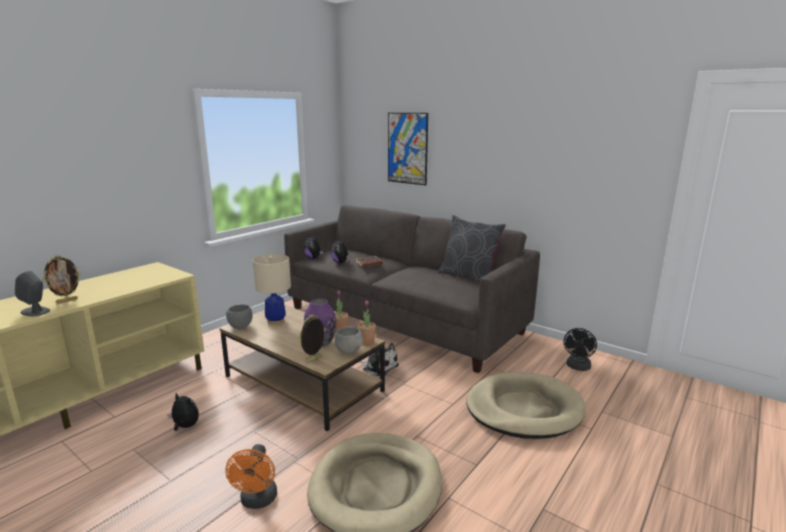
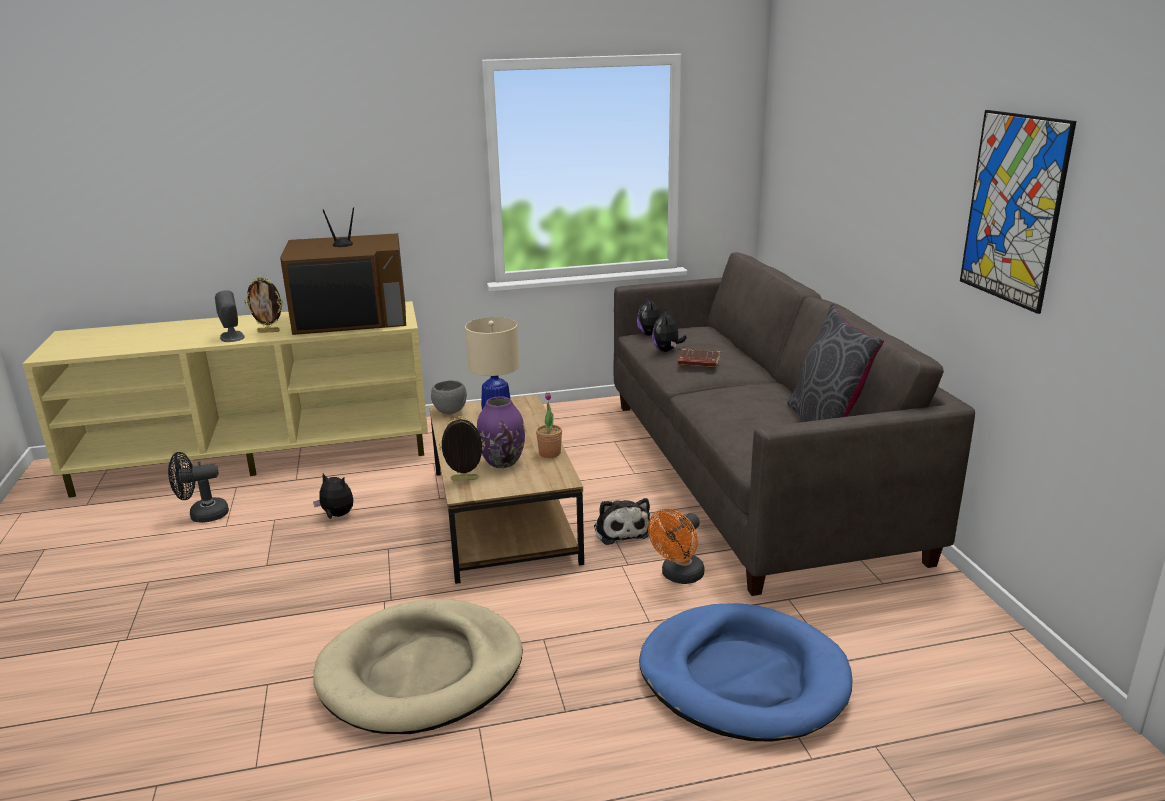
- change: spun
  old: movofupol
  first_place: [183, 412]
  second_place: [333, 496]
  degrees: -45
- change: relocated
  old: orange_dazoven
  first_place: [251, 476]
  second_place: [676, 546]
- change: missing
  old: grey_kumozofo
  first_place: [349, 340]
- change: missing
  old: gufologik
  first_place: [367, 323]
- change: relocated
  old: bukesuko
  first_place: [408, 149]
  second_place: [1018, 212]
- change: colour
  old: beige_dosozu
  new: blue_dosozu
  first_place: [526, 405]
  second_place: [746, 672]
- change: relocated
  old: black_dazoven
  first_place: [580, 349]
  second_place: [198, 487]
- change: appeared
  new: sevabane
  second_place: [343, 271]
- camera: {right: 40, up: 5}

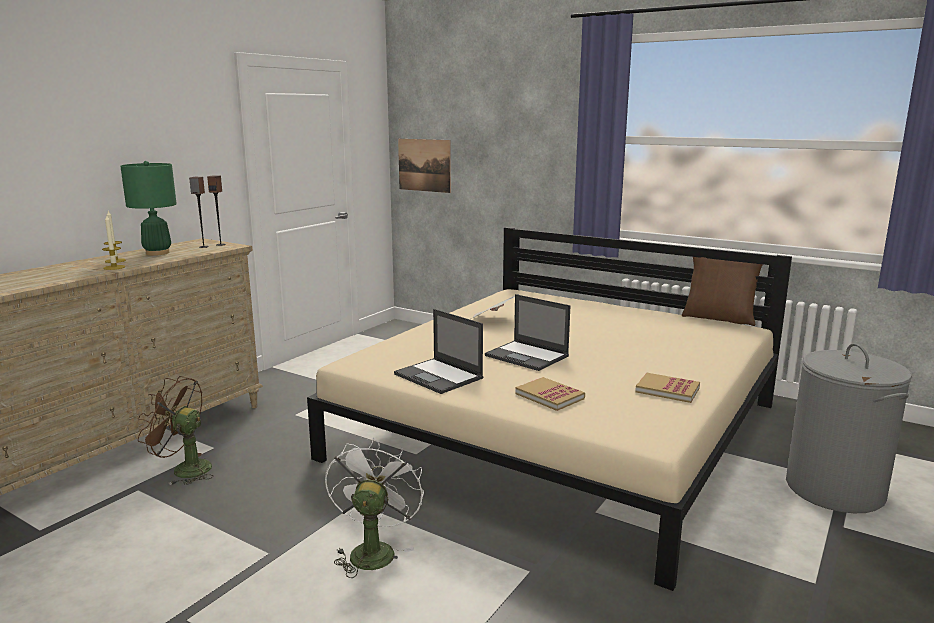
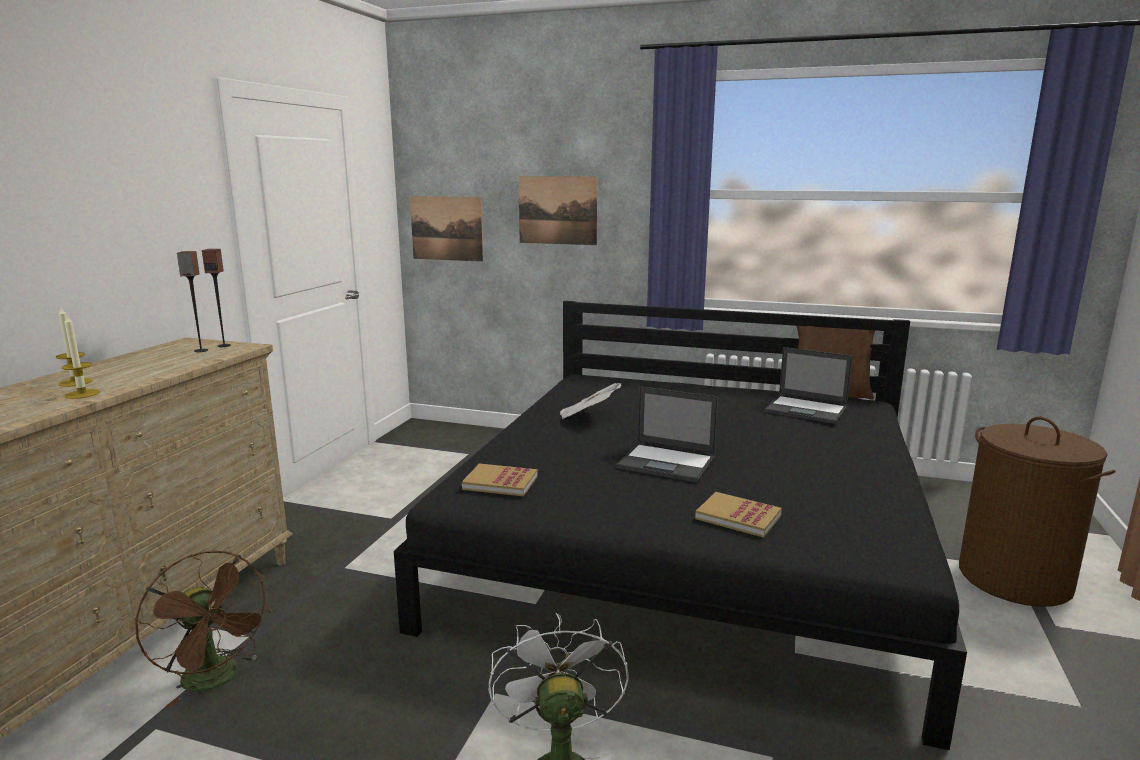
- change: missing
  old: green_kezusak
  first_place: [148, 208]
- change: spun
  old: brown_dazoven
  first_place: [176, 430]
  second_place: [203, 629]
  degrees: -135
- change: colour
  old: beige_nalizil
  new: black_nalizil
  first_place: [549, 409]
  second_place: [680, 525]
- change: relocated
  old: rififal
  first_place: [438, 351]
  second_place: [809, 385]
- change: relocated
  old: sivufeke
  first_place: [667, 388]
  second_place: [500, 480]
- change: colour
  old: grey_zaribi
  new: brown_zaribi
  first_place: [849, 428]
  second_place: [1037, 512]
- change: appeared
  new: bukesuko
  second_place: [558, 210]
- camera: {right: -15, up: 0}

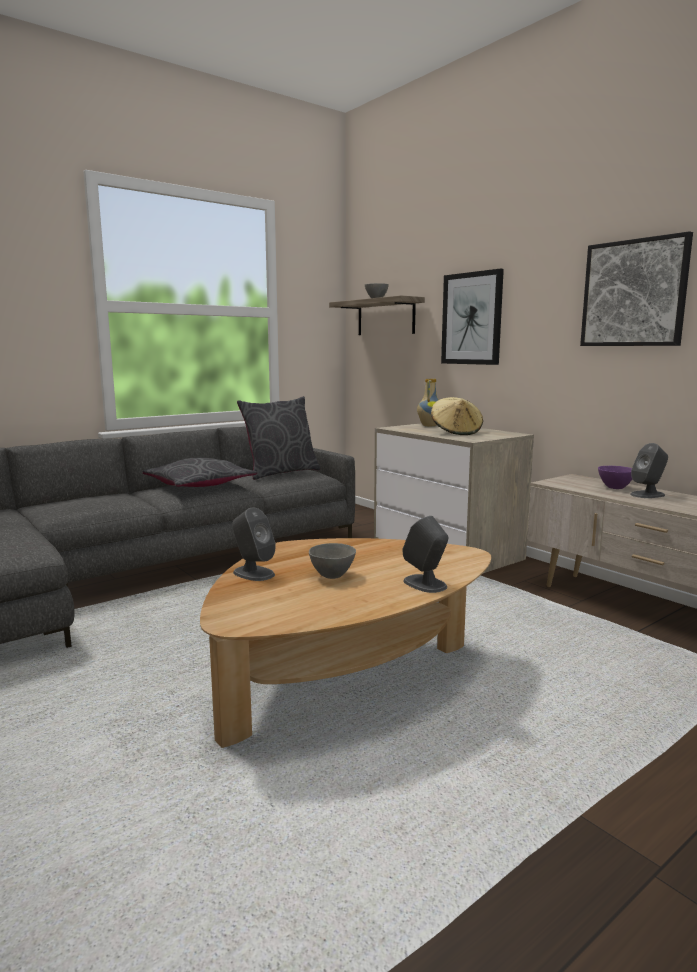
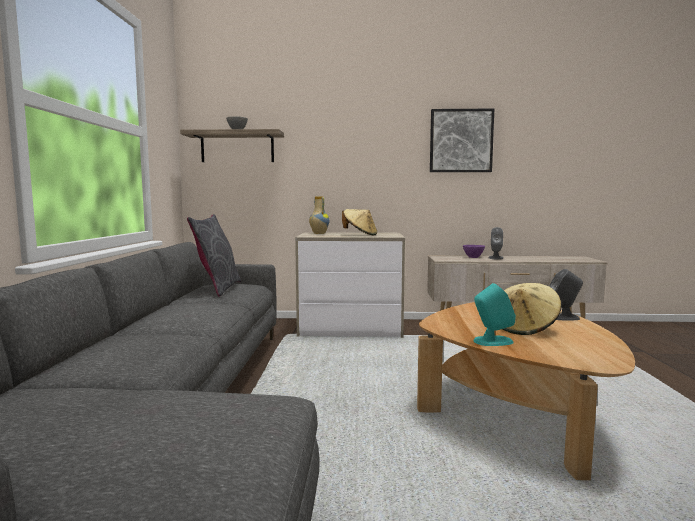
- change: missing
  old: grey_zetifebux
  first_place: [200, 472]
- change: colour
  old: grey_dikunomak
  new: turquoise_dikunomak
  first_place: [254, 544]
  second_place: [494, 314]
- change: exchanged
  old: grey_kumozofo
  new: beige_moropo
  first_place: [332, 561]
  second_place: [531, 309]
- change: missing
  old: bukesuko
  first_place: [472, 317]
- camera: {right: -50, up: -5}

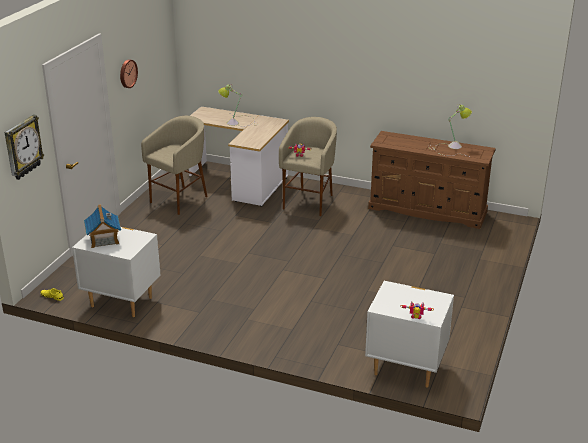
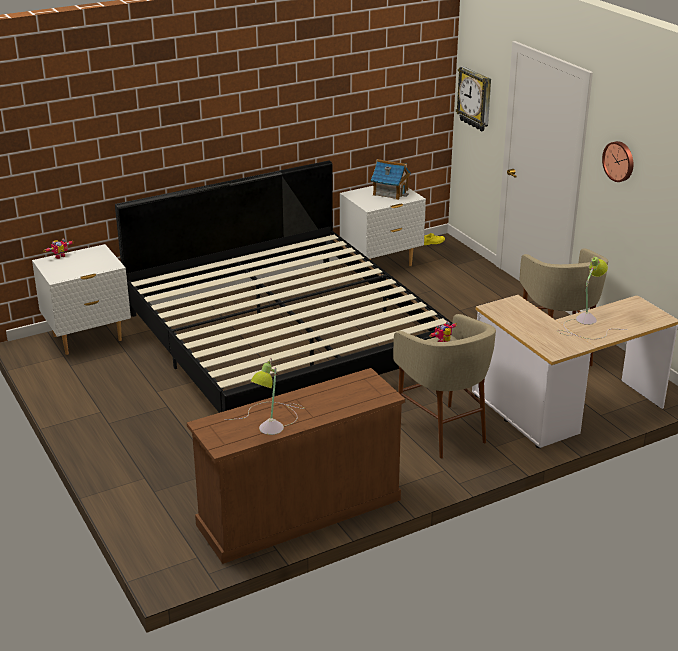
- change: appeared
  new: nalizil
  second_place: [283, 287]
- camera: {right: 130, up: 0}

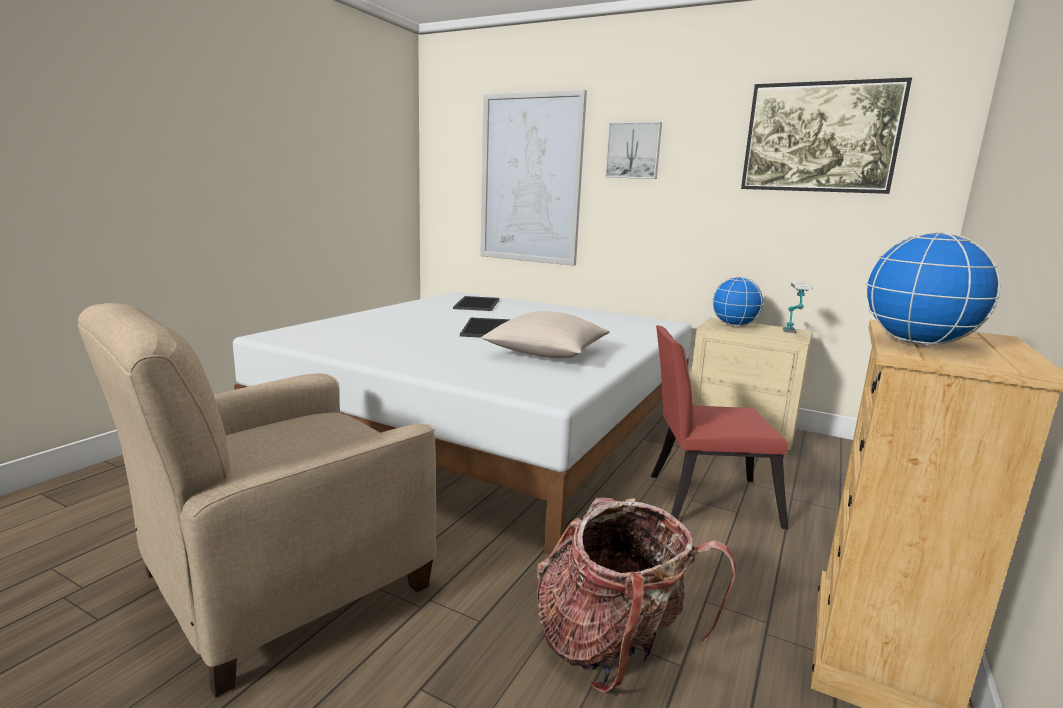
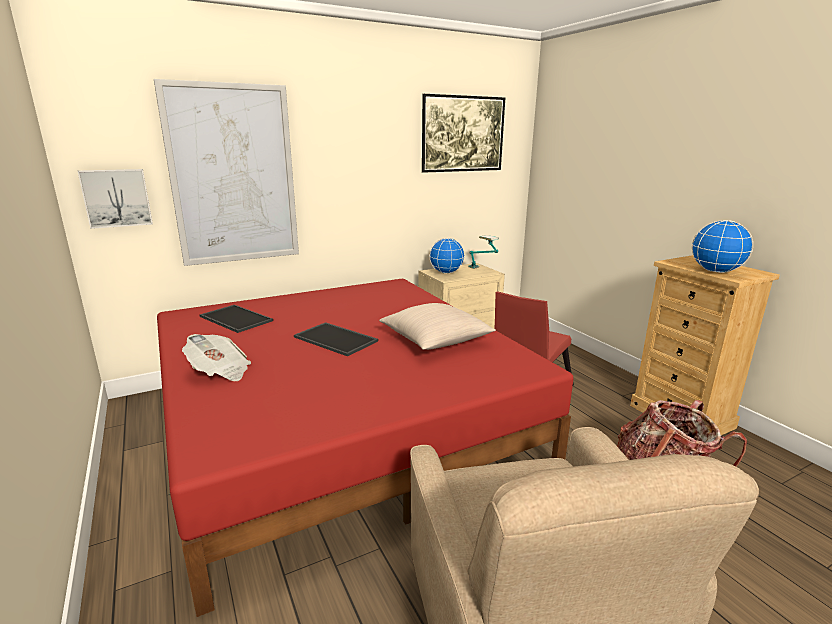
- change: colour
  old: white_nalizil
  new: red_nalizil
  first_place: [462, 423]
  second_place: [365, 448]
- change: relocated
  old: bukesuko
  first_place: [633, 150]
  second_place: [115, 199]
- change: appeared
  new: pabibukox
  second_place: [216, 357]
- camera: {right: -55, up: 5}

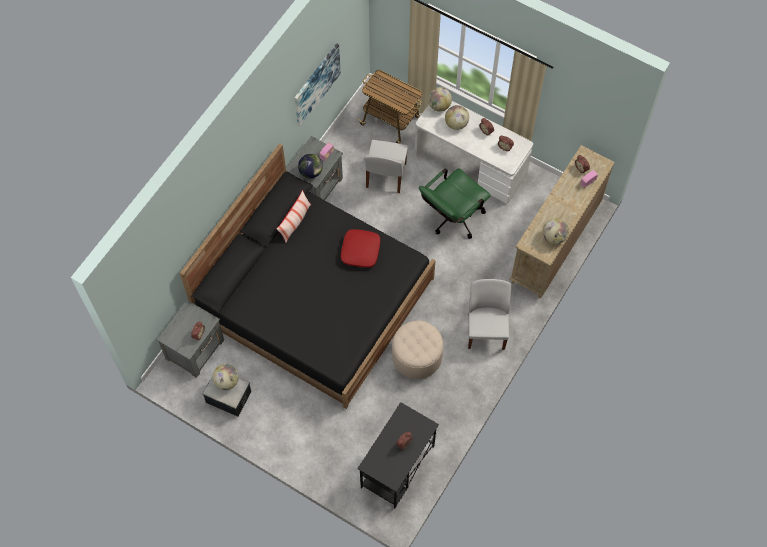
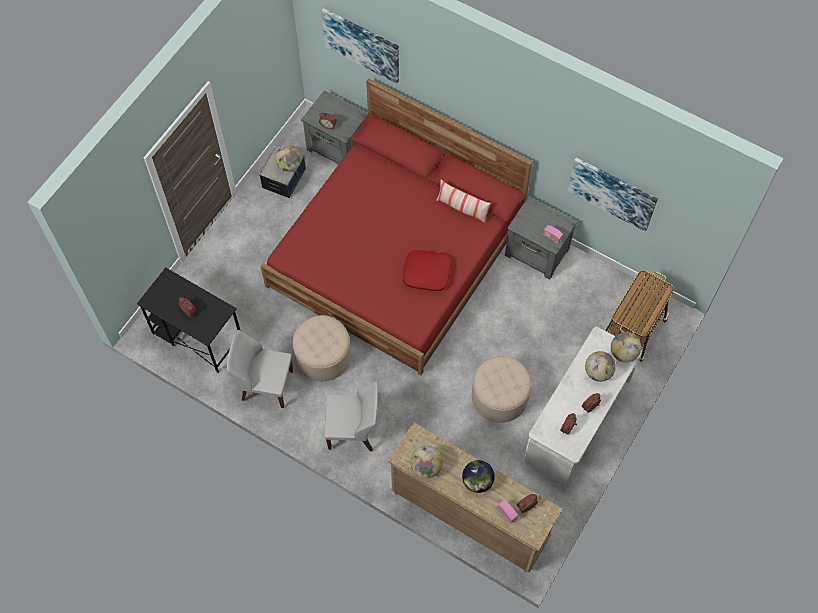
- change: colour
  old: black_nalizil
  new: red_nalizil
  first_place: [308, 276]
  second_place: [396, 226]
- change: relocated
  old: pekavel
  first_place: [310, 166]
  second_place: [478, 476]
- change: relocated
  old: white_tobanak
  first_place: [386, 166]
  second_place: [260, 369]
- change: exchanged
  old: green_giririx
  new: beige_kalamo
  first_place: [455, 203]
  second_place: [501, 389]
- change: appeared
  new: bukesuko
  second_place: [360, 46]
- camera: {right: 90, up: 0}

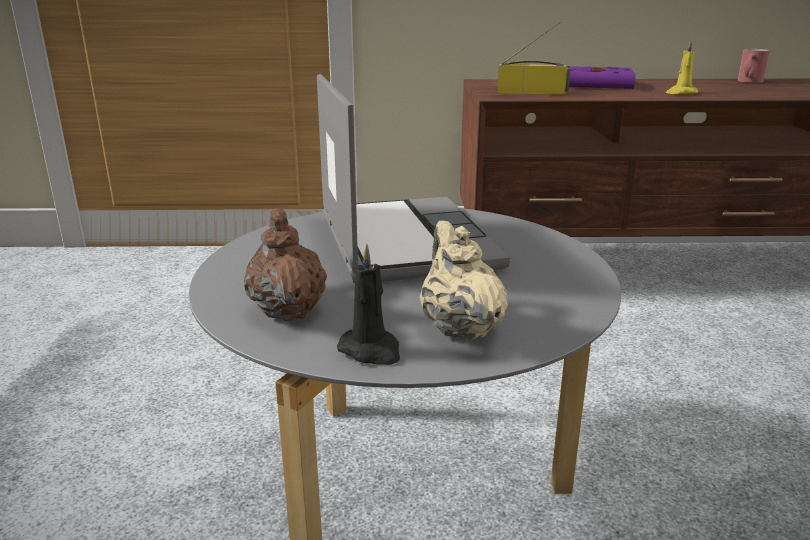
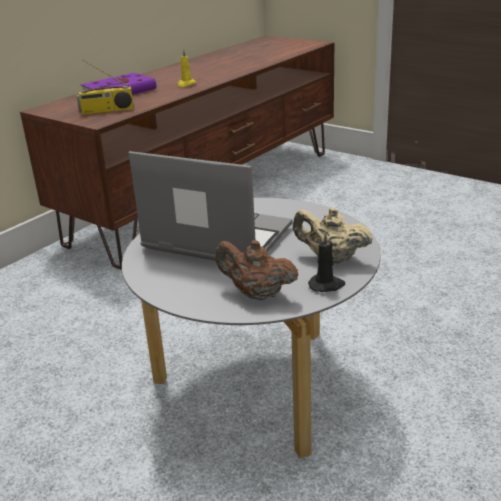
- change: spun
  old: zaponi
  first_place: [534, 58]
  second_place: [105, 87]
  degrees: -150
- change: missing
  old: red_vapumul
  first_place: [753, 66]
- camera: {right: -50, up: 5}

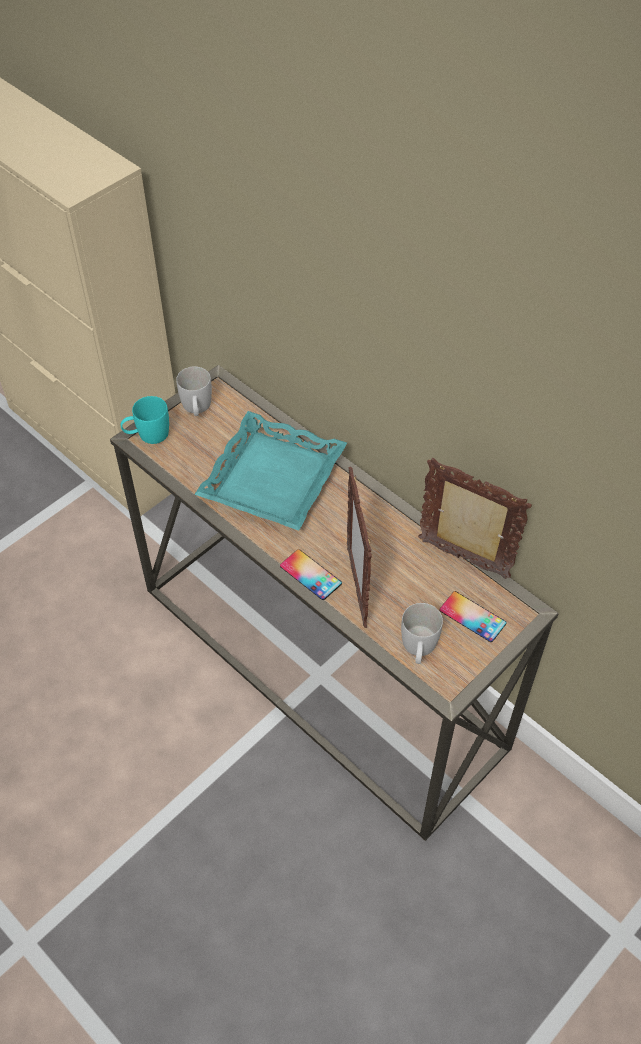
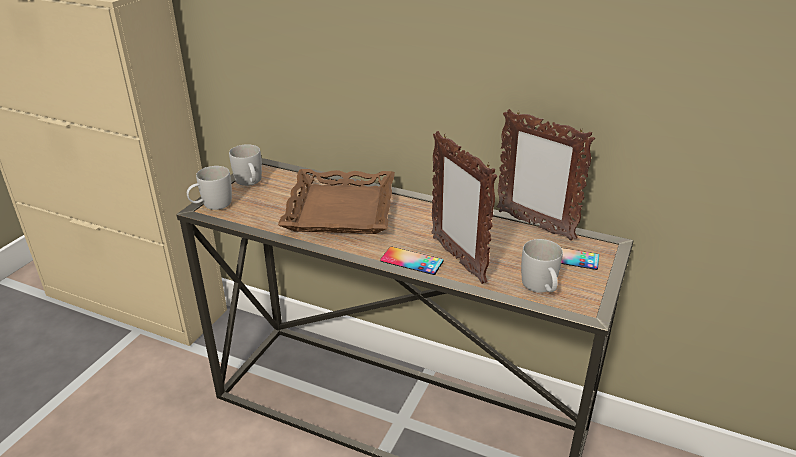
- change: colour
  old: turquoise_vapumul
  new: white_vapumul
  first_place: [145, 420]
  second_place: [209, 188]
- change: colour
  old: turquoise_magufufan
  new: brown_magufufan
  first_place: [270, 471]
  second_place: [336, 201]
- change: spun
  old: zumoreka
  first_place: [475, 518]
  second_place: [546, 175]
  degrees: -150
- camera: {right: -20, up: -20}

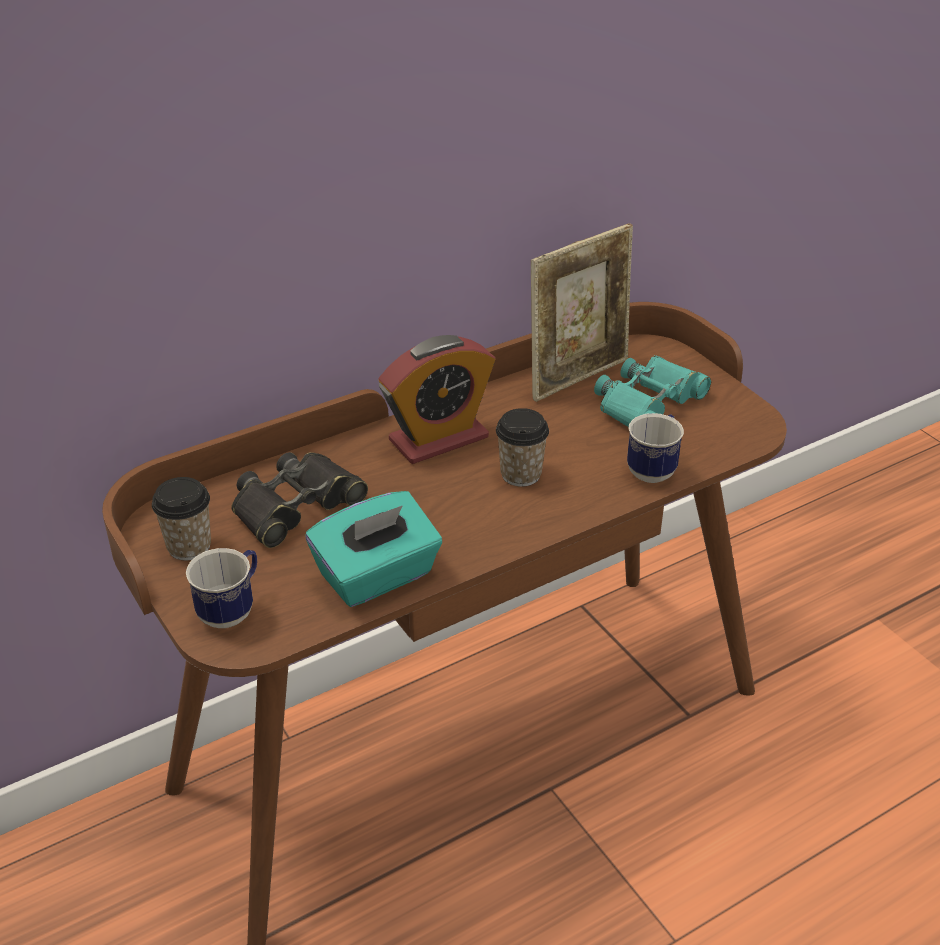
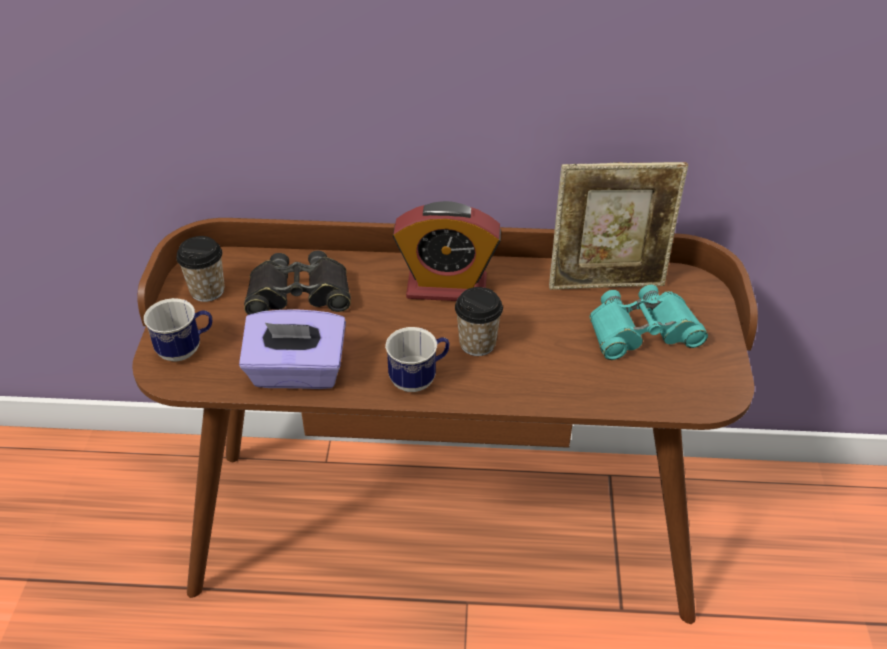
- change: colour
  old: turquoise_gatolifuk
  new: purple_gatolifuk
  first_place: [374, 549]
  second_place: [292, 349]
- change: relocated
  old: vapumul
  first_place: [655, 448]
  second_place: [417, 359]
- camera: {right: 35, up: 5}

